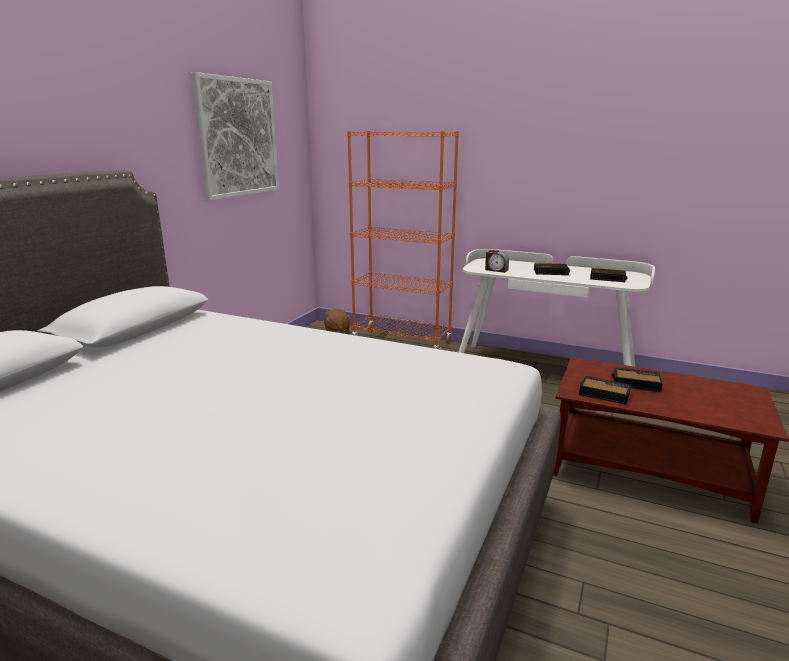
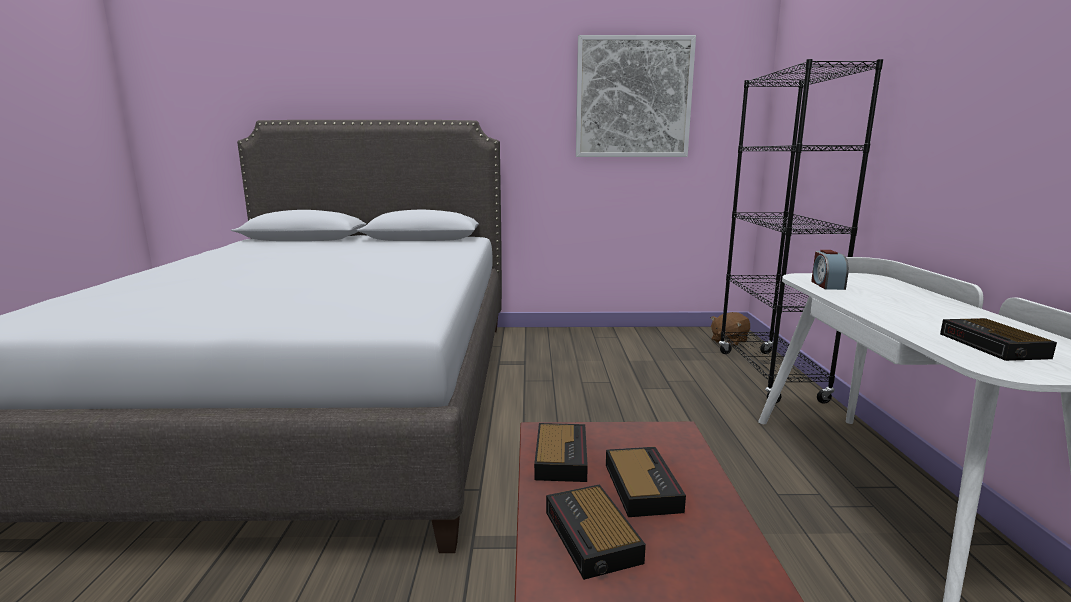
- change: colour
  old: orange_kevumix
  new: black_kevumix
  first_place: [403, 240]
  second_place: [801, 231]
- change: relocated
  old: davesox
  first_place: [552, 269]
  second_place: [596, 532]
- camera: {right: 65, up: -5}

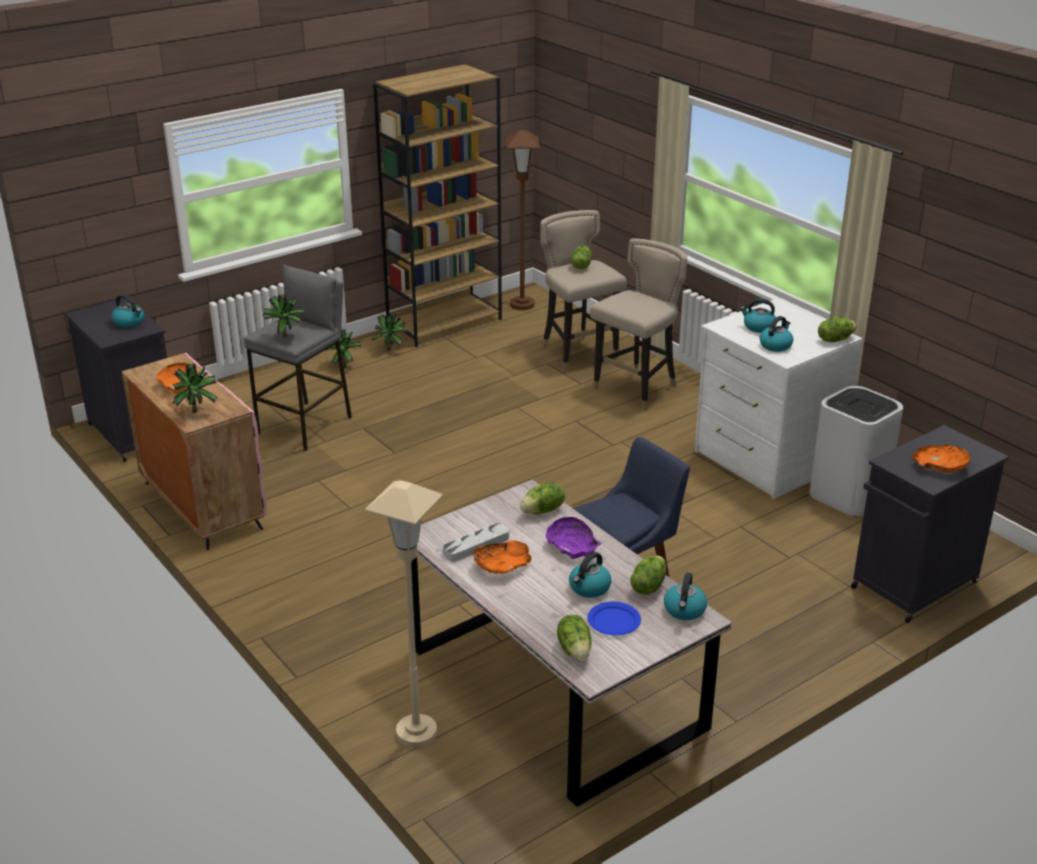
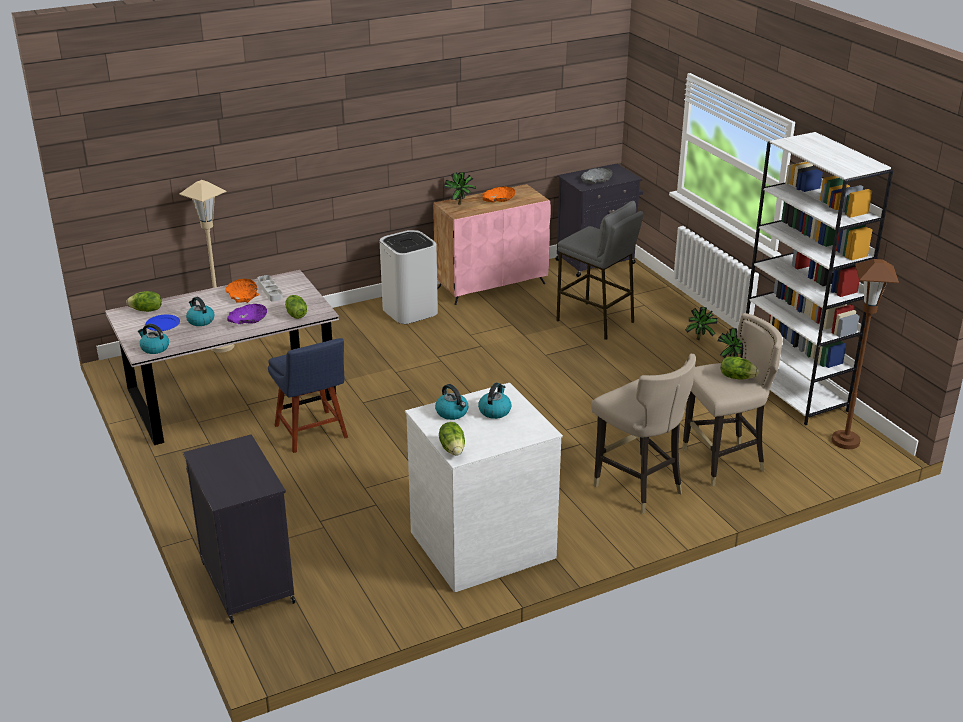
- change: exchanged
  old: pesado
  new: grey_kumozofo
  first_place: [127, 311]
  second_place: [597, 176]
- change: missing
  old: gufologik
  first_place: [284, 316]
- change: colour
  old: brown_kevumix
  new: white_kevumix
  first_place: [437, 205]
  second_place: [816, 278]
- change: missing
  old: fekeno
  first_place: [648, 575]
- change: relocated
  old: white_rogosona
  first_place: [856, 451]
  second_place: [409, 277]
- change: missing
  old: orange_kumozofo
  first_place: [941, 459]
- camera: {right: 100, up: 0}

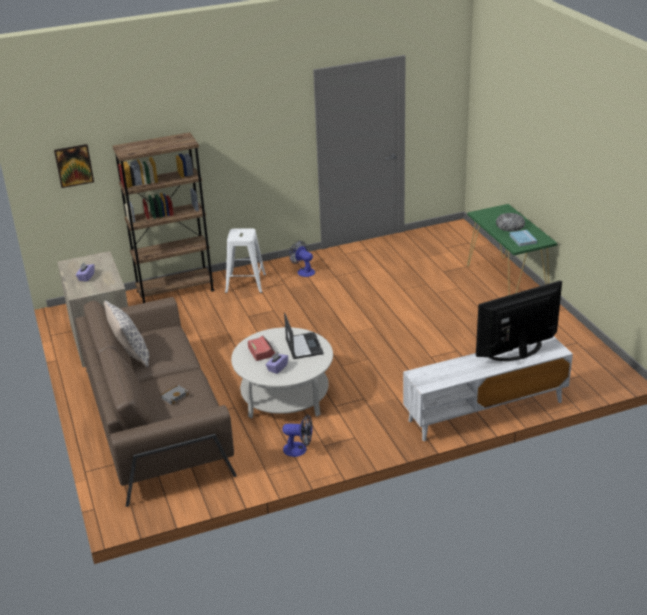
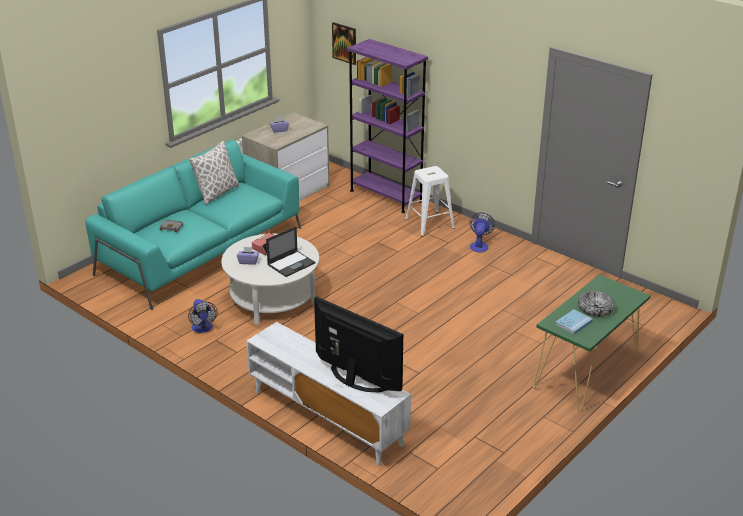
- change: colour
  old: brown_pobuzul
  new: turquoise_pobuzul
  first_place: [156, 402]
  second_place: [193, 225]
- change: colour
  old: brown_kevumix
  new: purple_kevumix
  first_place: [163, 217]
  second_place: [387, 126]
- camera: {right: 60, up: 0}

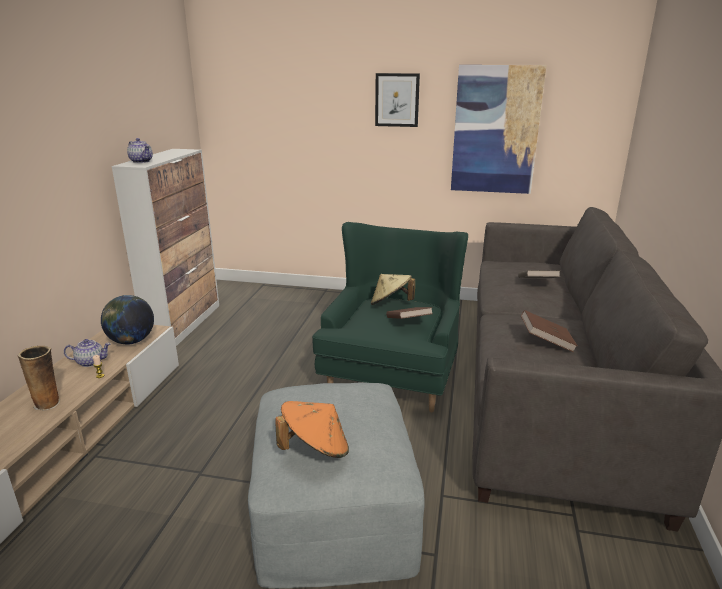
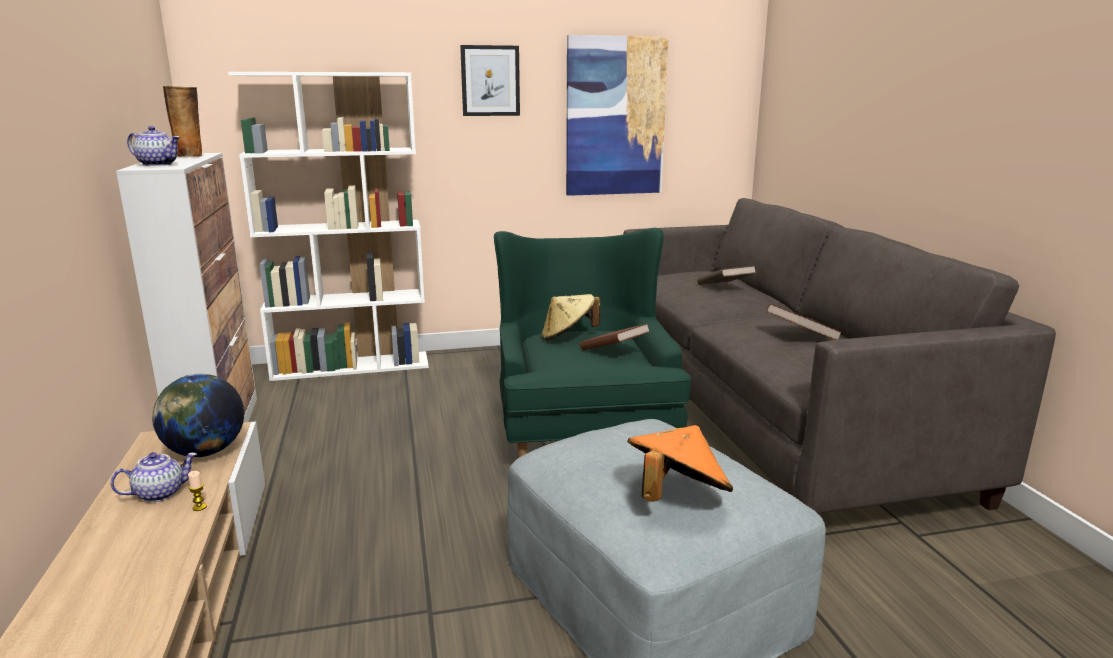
- change: relocated
  old: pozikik
  first_place: [39, 378]
  second_place: [183, 121]
- change: appeared
  new: white_kevumix
  second_place: [328, 226]
- camera: {right: -25, up: -5}

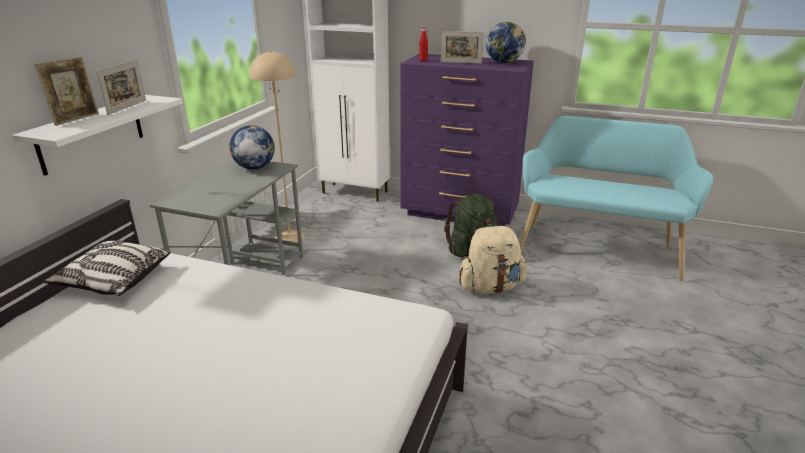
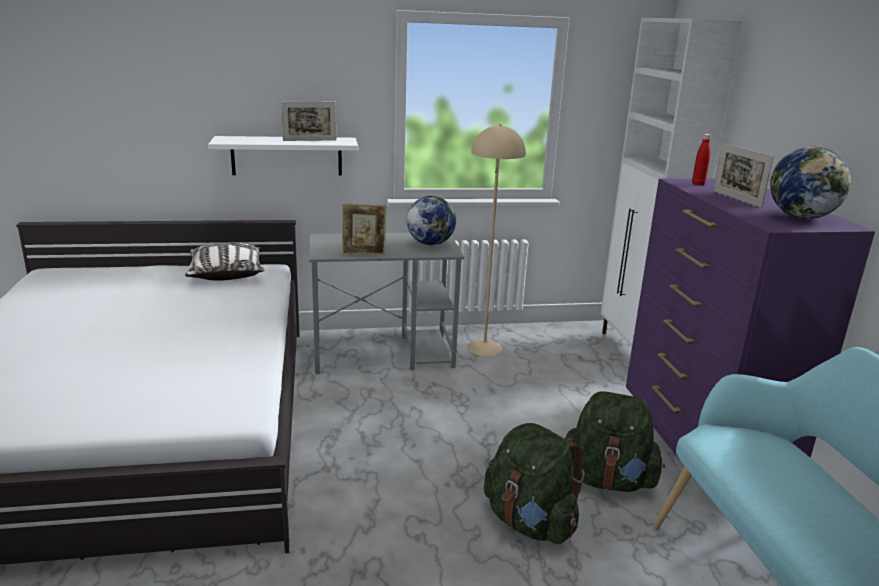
- change: relocated
  old: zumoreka
  first_place: [66, 91]
  second_place: [364, 229]
- change: colour
  old: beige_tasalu
  new: green_tasalu
  first_place: [492, 260]
  second_place: [534, 483]
- camera: {right: 60, up: -5}

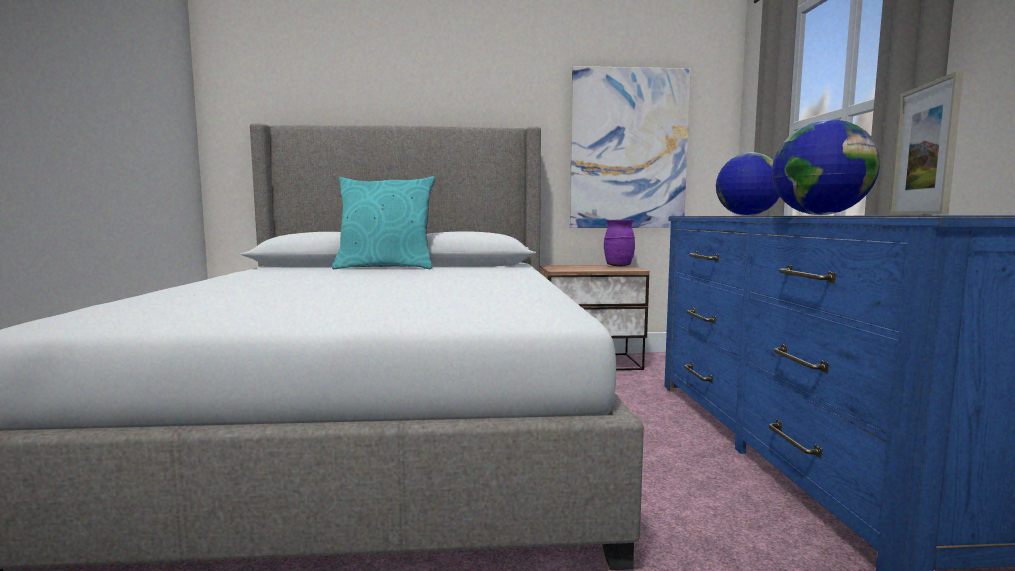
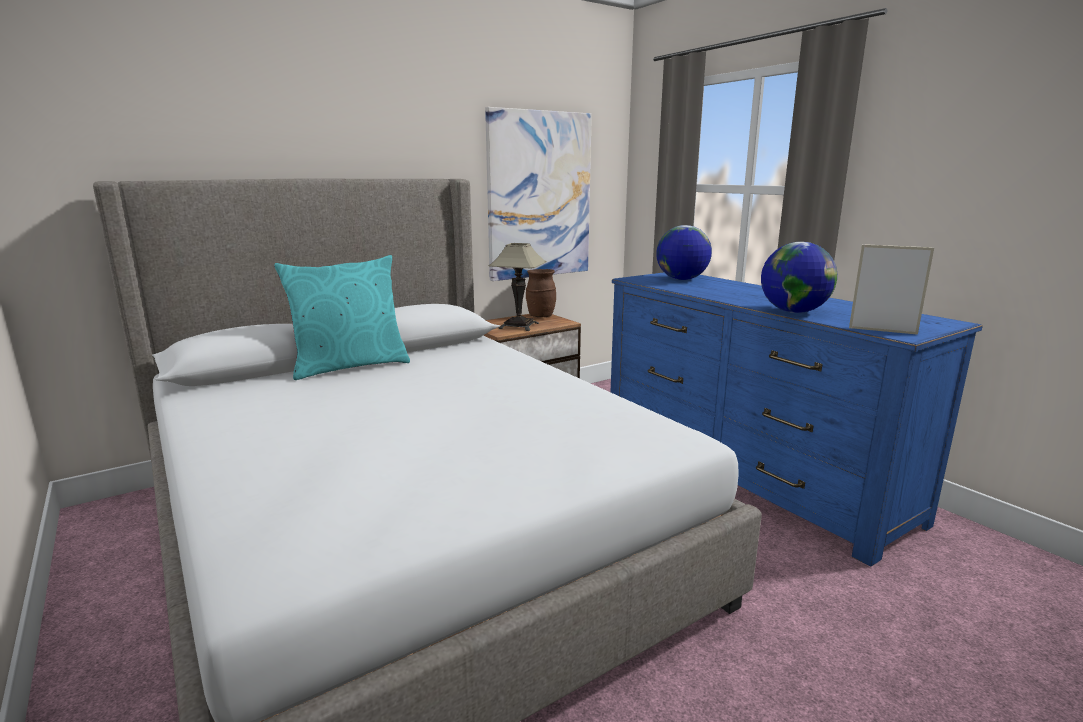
- change: colour
  old: purple_pozikik
  new: brown_pozikik
  first_place: [619, 243]
  second_place: [541, 293]
- change: spun
  old: zumoreka
  first_place: [926, 143]
  second_place: [891, 289]
  degrees: 135
- change: appeared
  new: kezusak
  second_place: [518, 287]
- camera: {right: -30, up: 10}

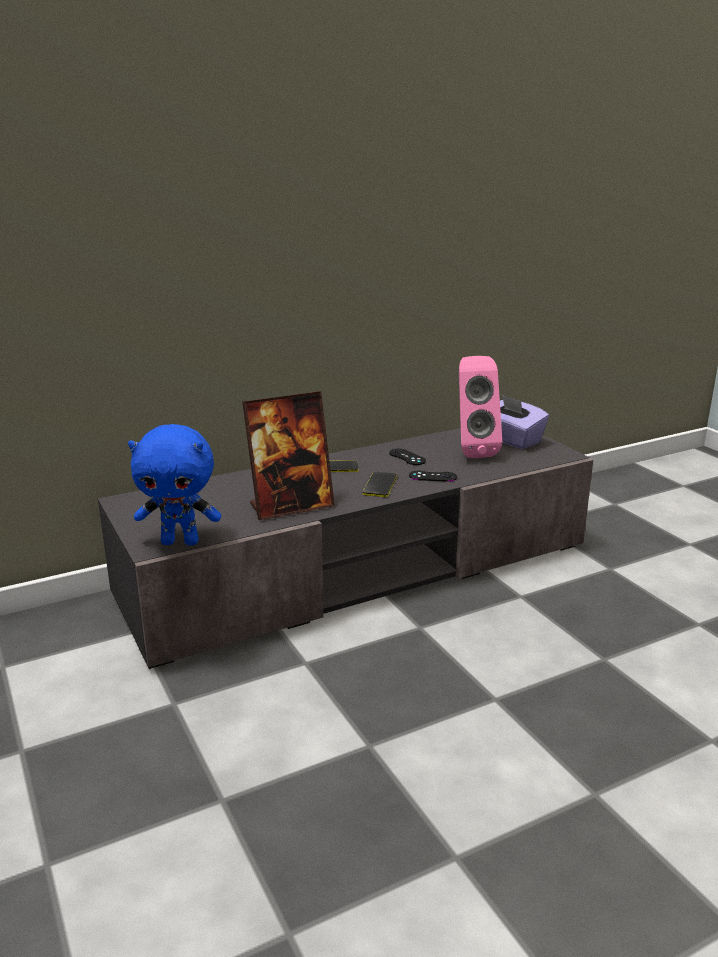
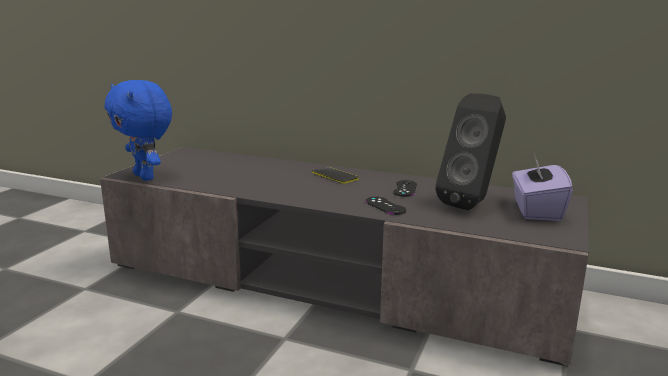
- change: missing
  old: zumoreka
  first_place: [288, 455]
- change: missing
  old: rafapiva
  first_place: [380, 484]
- change: colour
  old: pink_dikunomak
  new: black_dikunomak
  first_place: [480, 407]
  second_place: [470, 151]
- camera: {right: 50, up: -5}

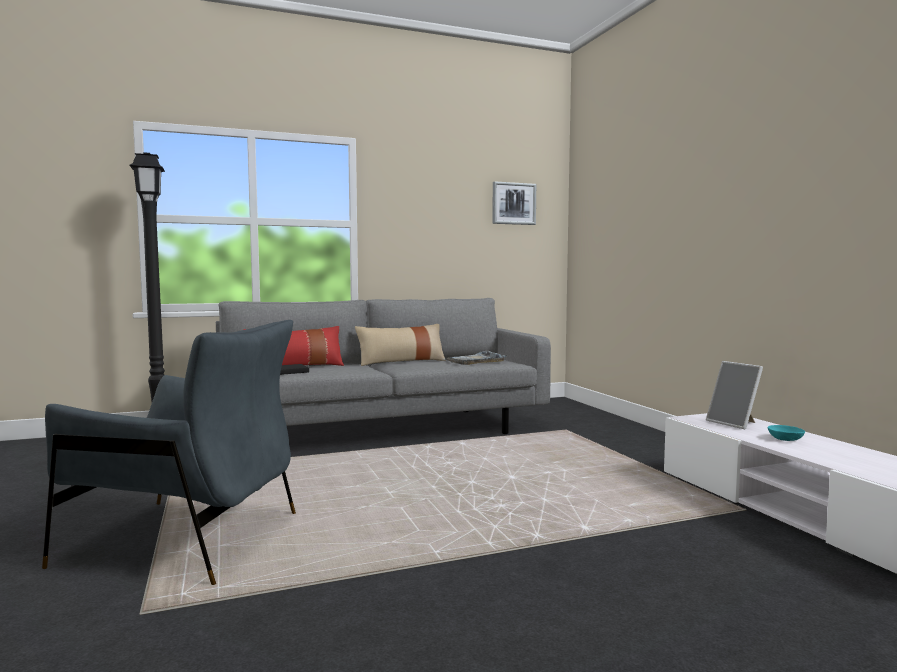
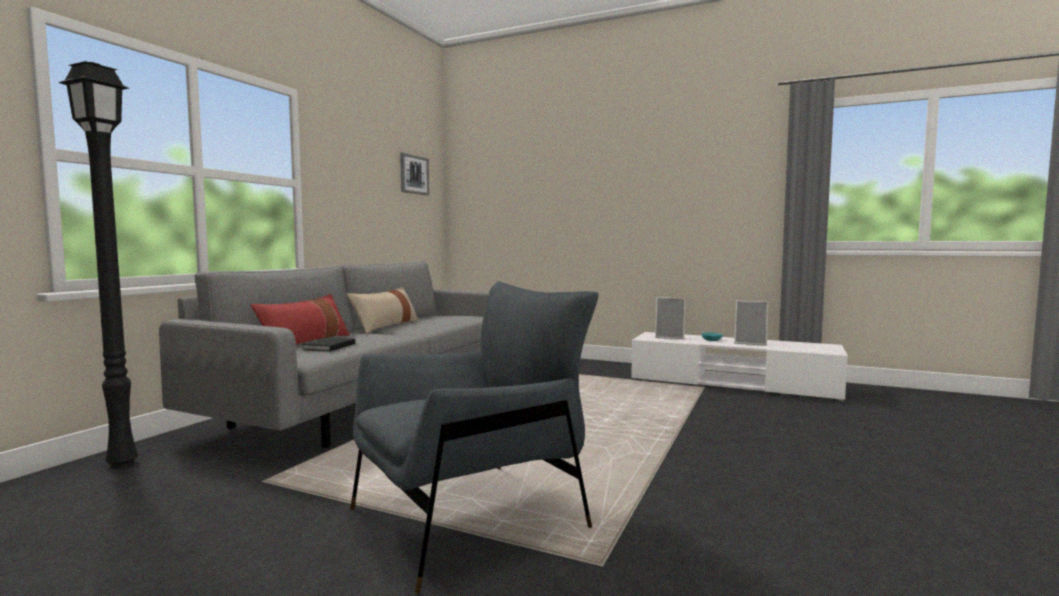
- change: missing
  old: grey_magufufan
  first_place: [475, 358]
- change: appeared
  new: zumoreka
  second_place: [751, 323]
- camera: {right: -45, up: 0}

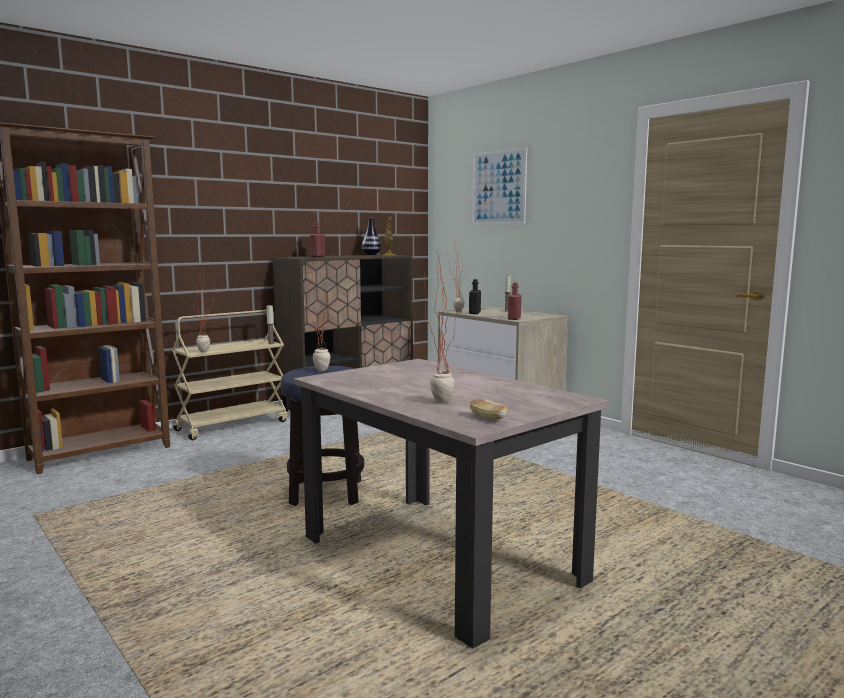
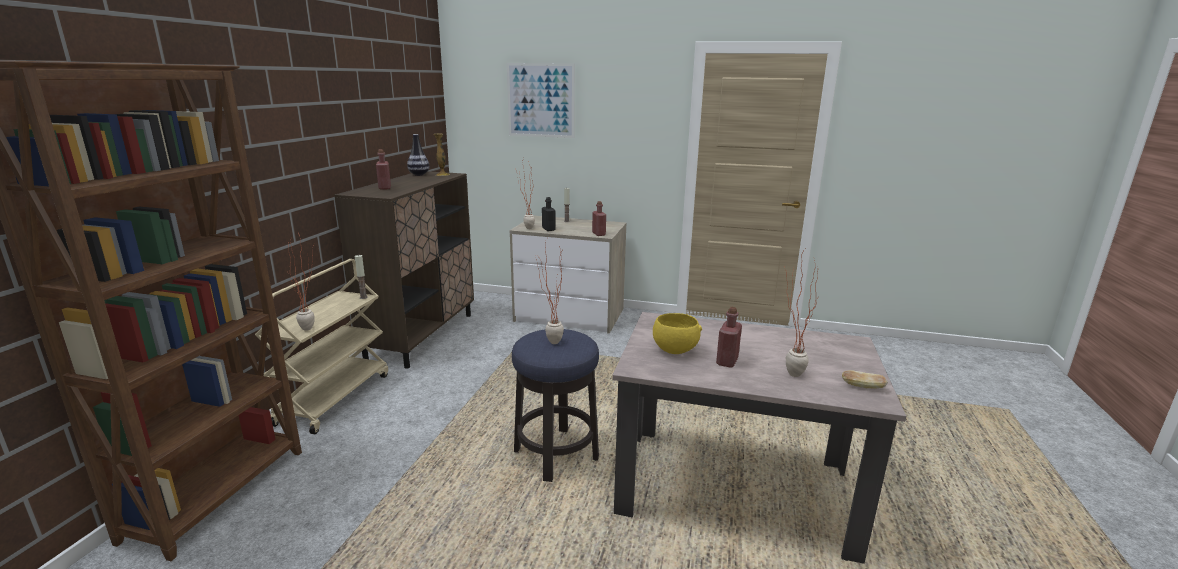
- change: appeared
  new: yellow_kumozofo
  second_place: [677, 333]
- change: appeared
  new: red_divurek
  second_place: [729, 337]
- camera: {right: -35, up: 10}

